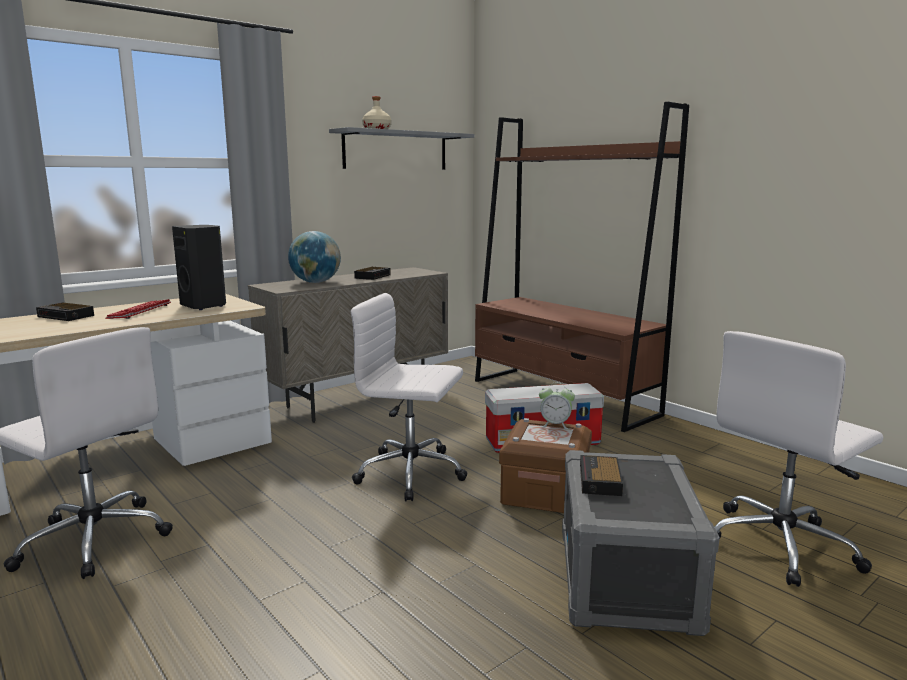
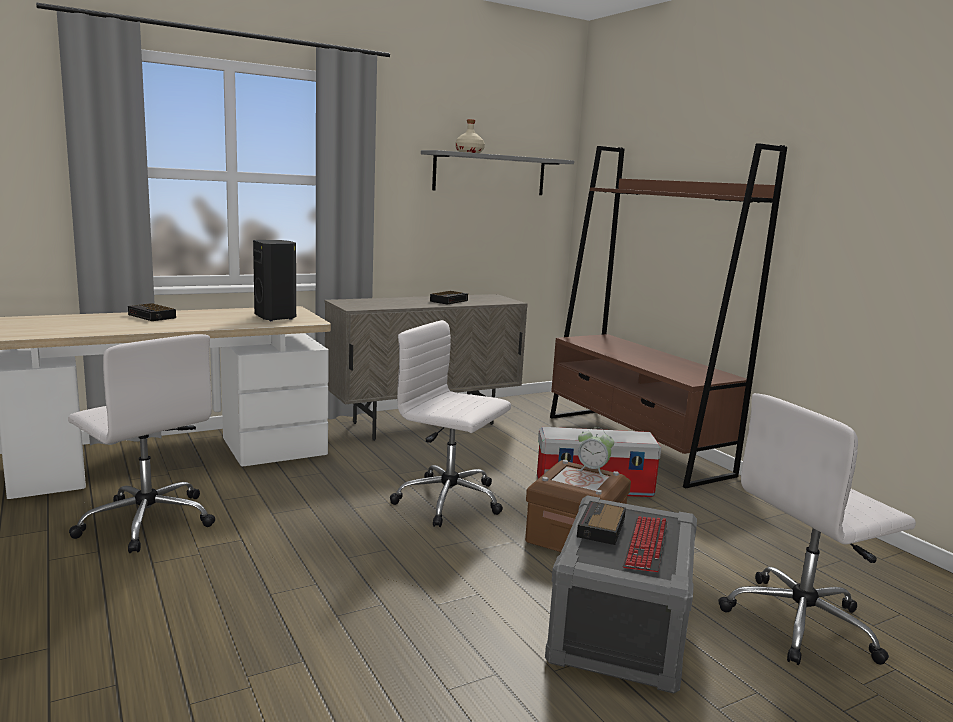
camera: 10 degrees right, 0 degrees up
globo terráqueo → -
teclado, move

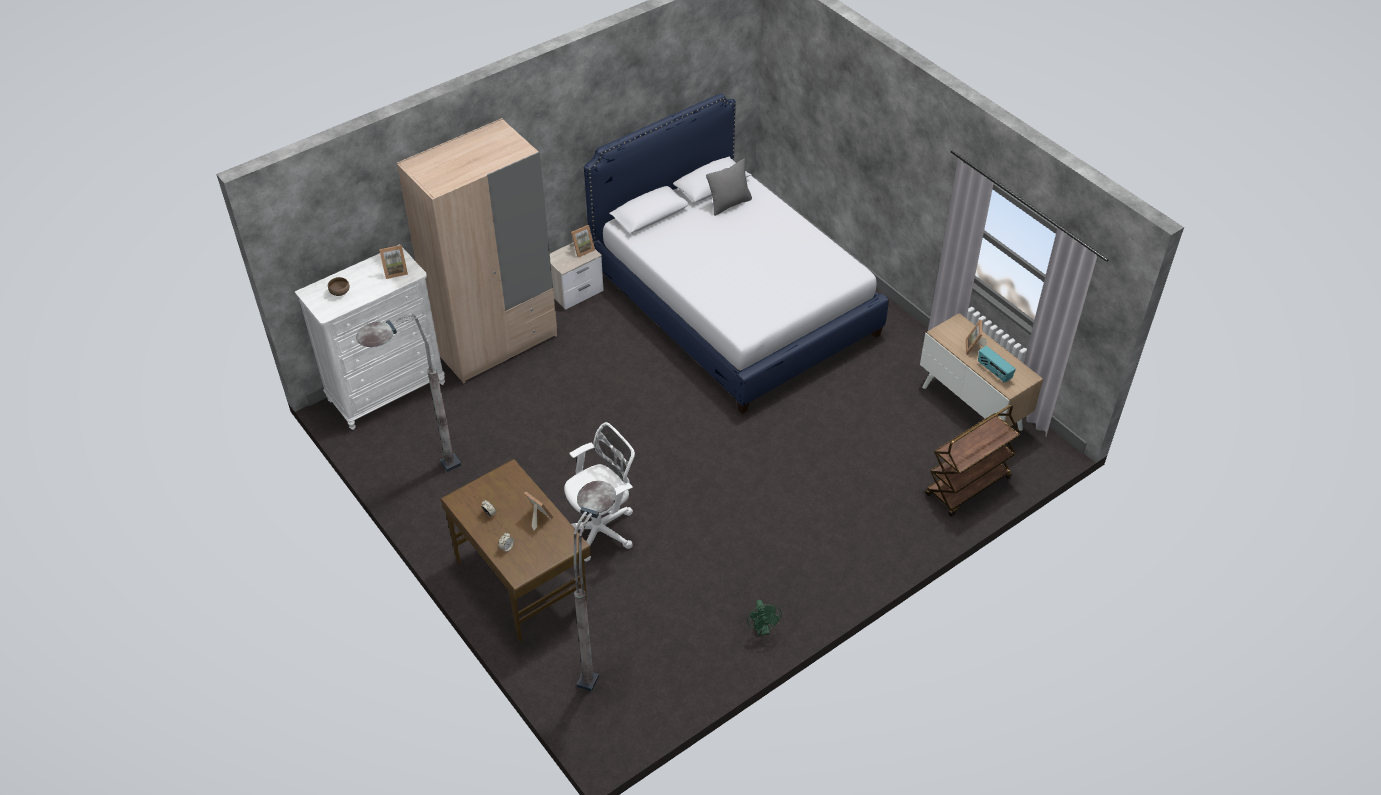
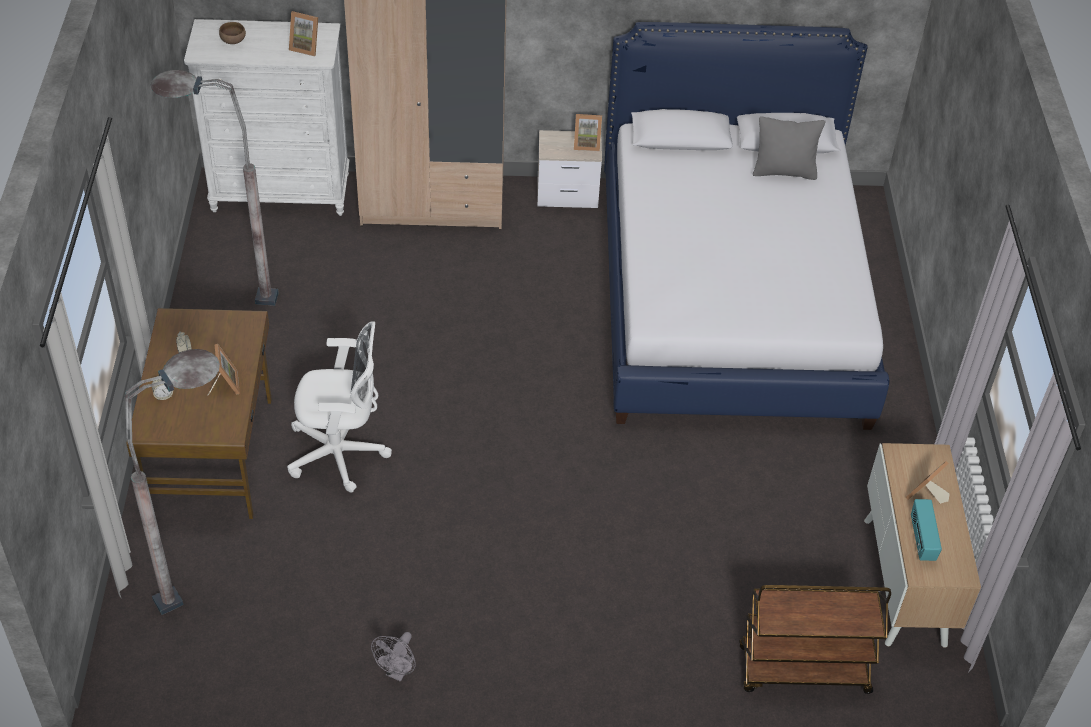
camera: 35 degrees right, 0 degrees up
ventilador [verde] → ventilador [gris]

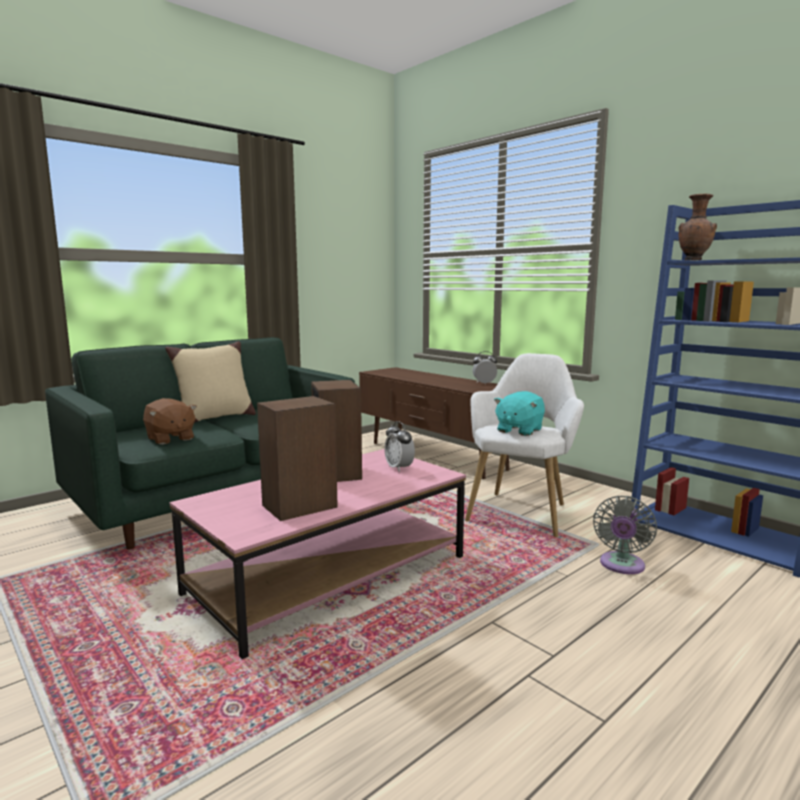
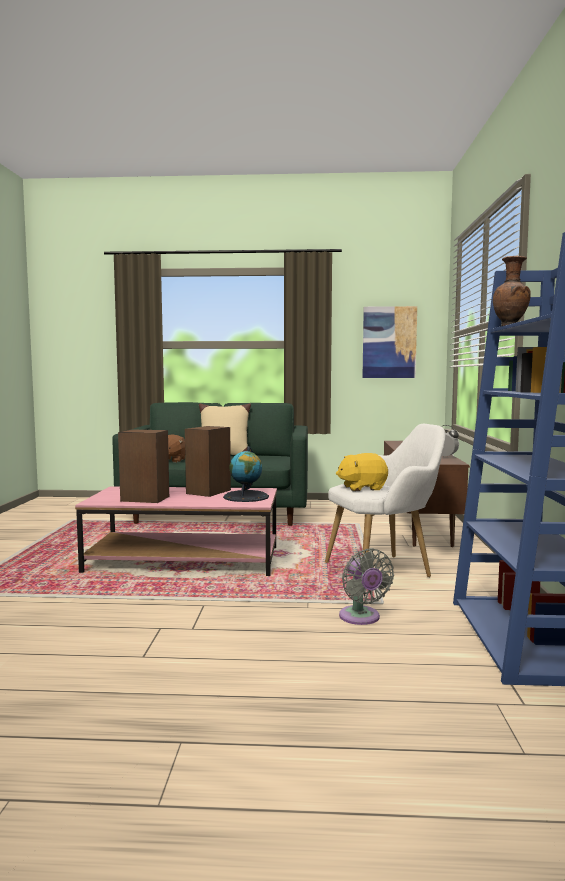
camera: 45 degrees right, 5 degrees down
peluche [turquesa] → peluche [amarillo]
despertador (1st from left) → globo terráqueo
ventilador [gris], 90 degrees counterclockwise
- → cuadro

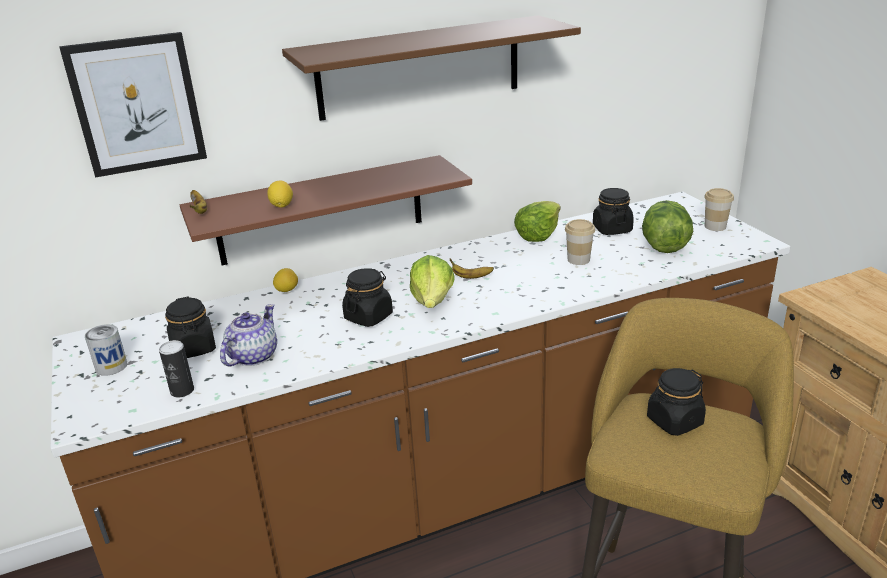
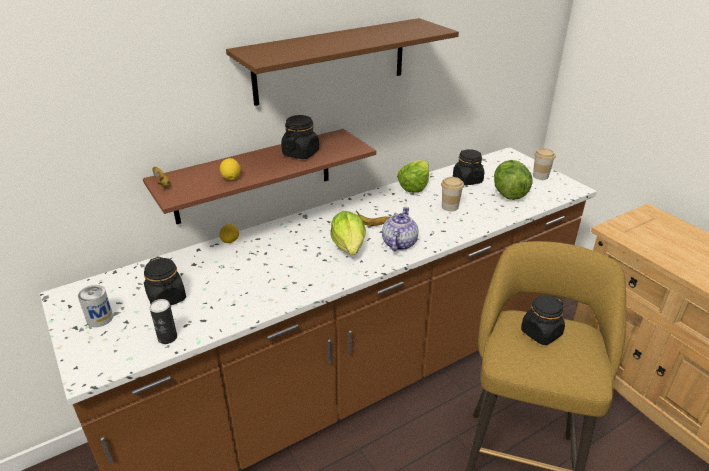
camera: 10 degrees left, 5 degrees up
cuadro → -
tarro [negro] (2nd from left), move
tetera, move

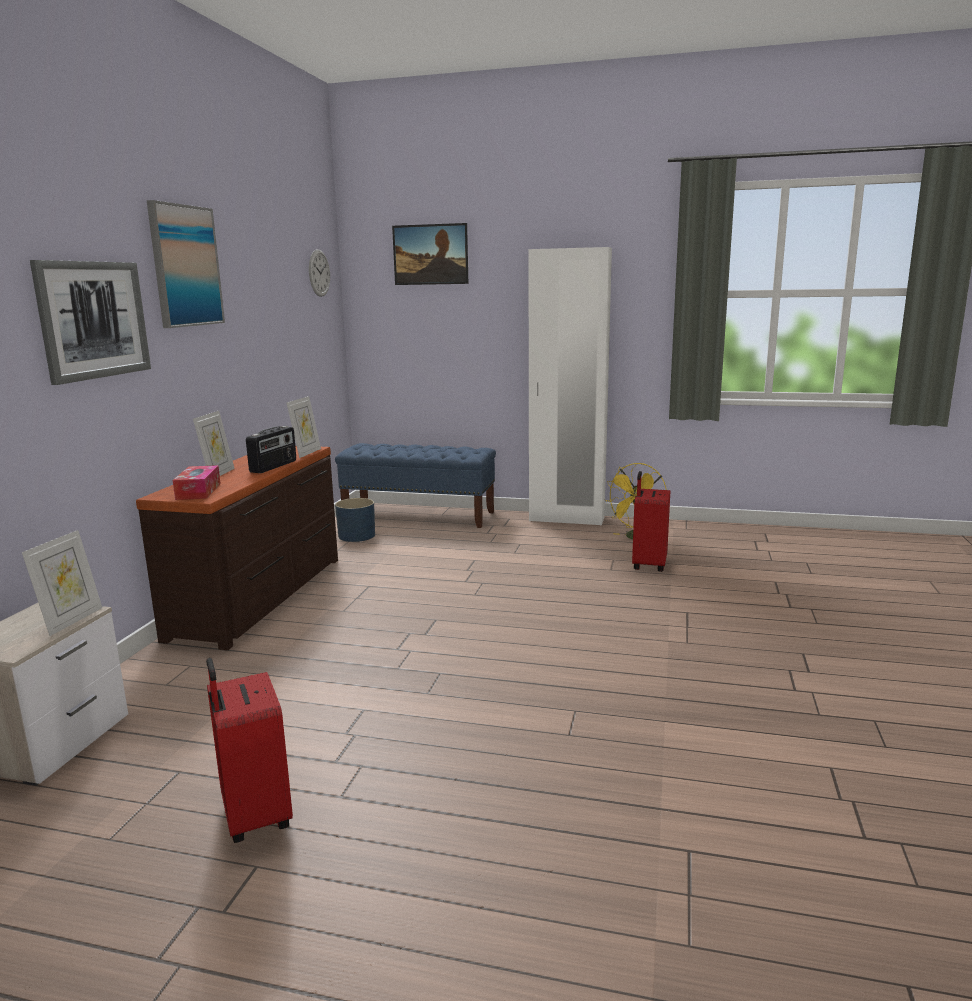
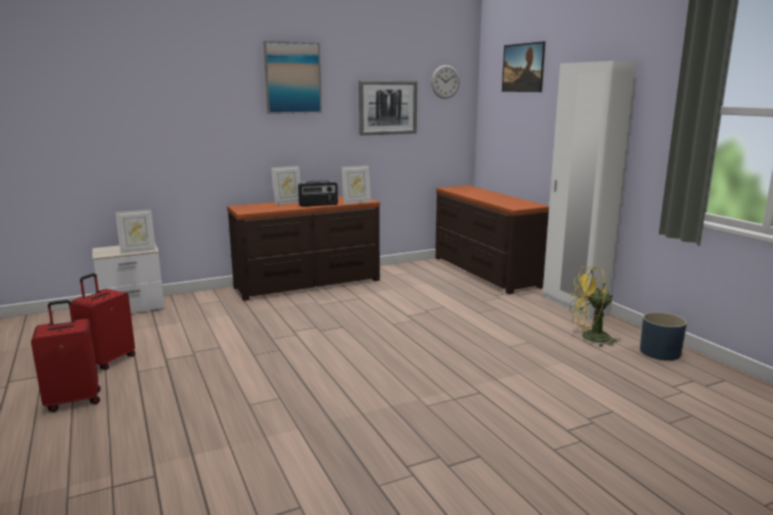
camera: 50 degrees right, 0 degrees up
cuadro (1st from left in the first image) → cuadro (2nd from left), move
banco [azul] → cómoda [marrón] (2nd from left)
caja de pañuelos → -
maleta [rojo] (2nd from left in the first image) → maleta [rojo] (1st from left), move
maceta [azul], move

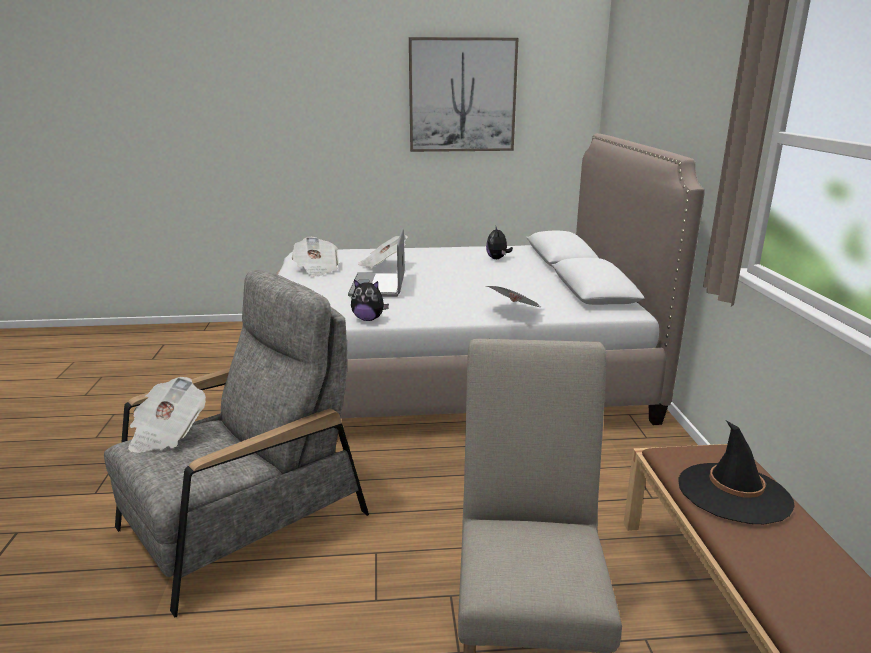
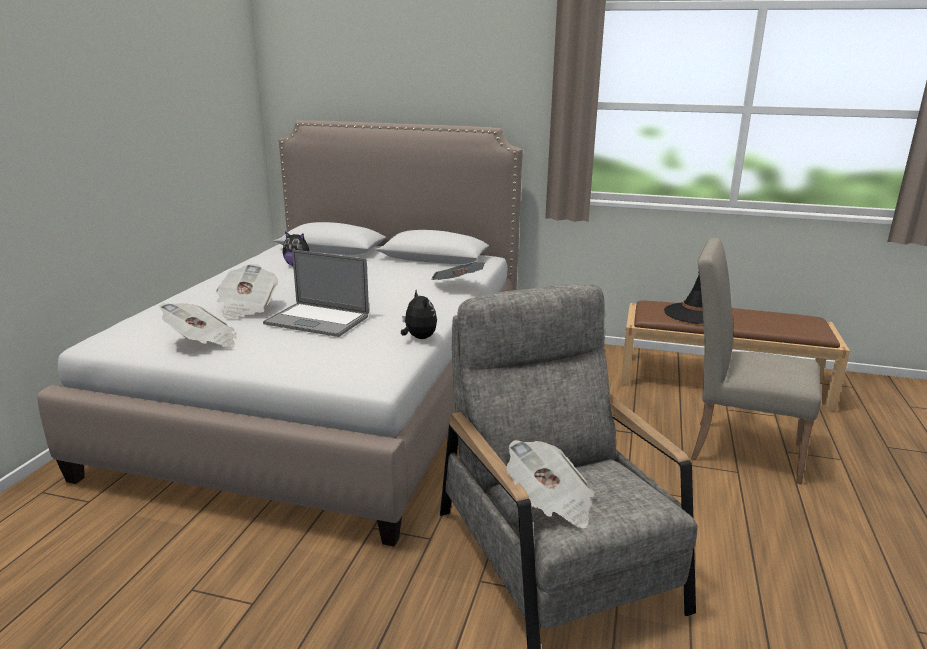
camera: 70 degrees left, 0 degrees up
cuadro → -
peluche (1st from left in the first image) → peluche (2nd from left), 60 degrees counterclockwise

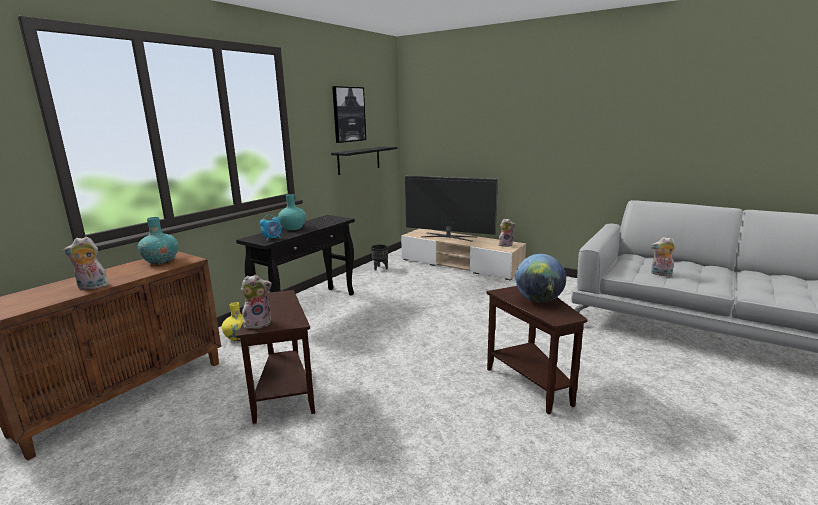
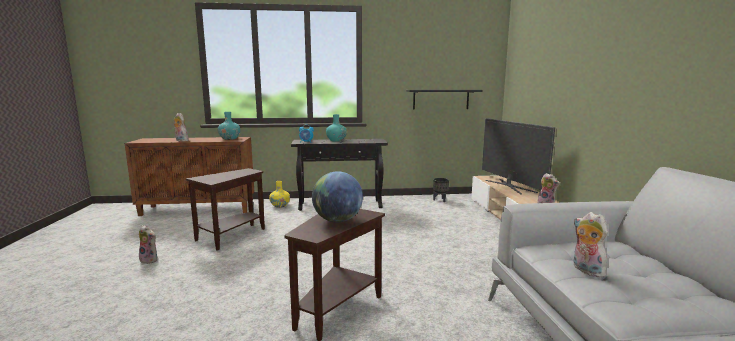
camera: 50 degrees right, 5 degrees down
cuadro → -
peluche (2nd from left in the first image) → peluche (1st from left), move

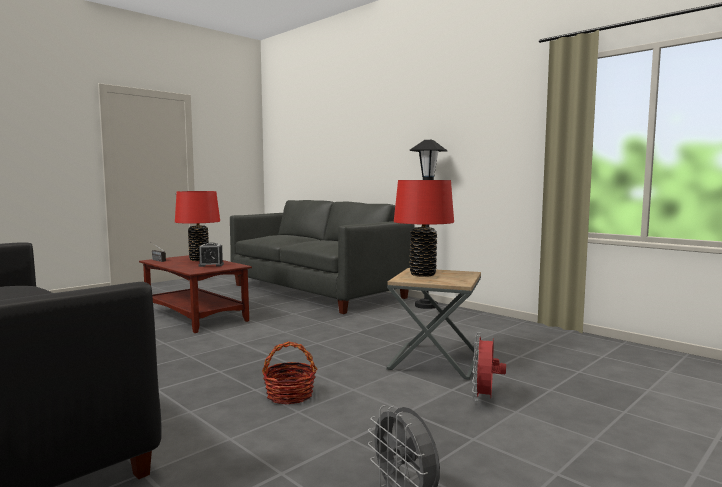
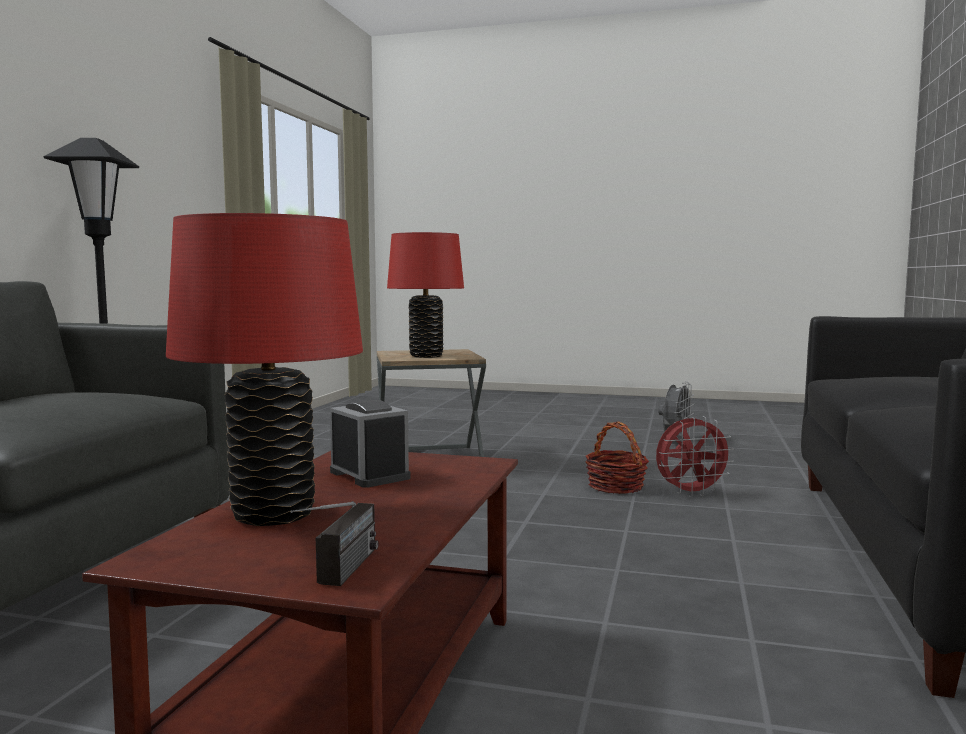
camera: 120 degrees left, 0 degrees up
ventilador [rojo], move

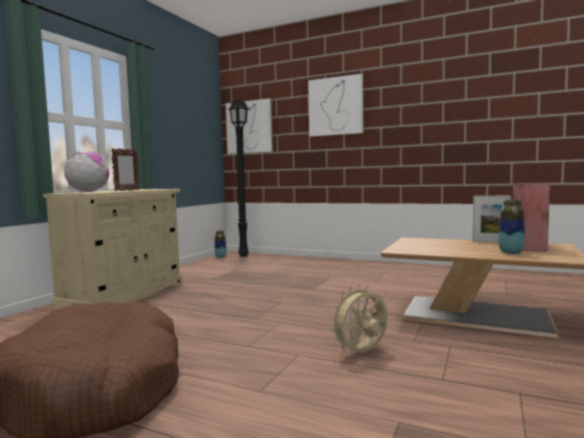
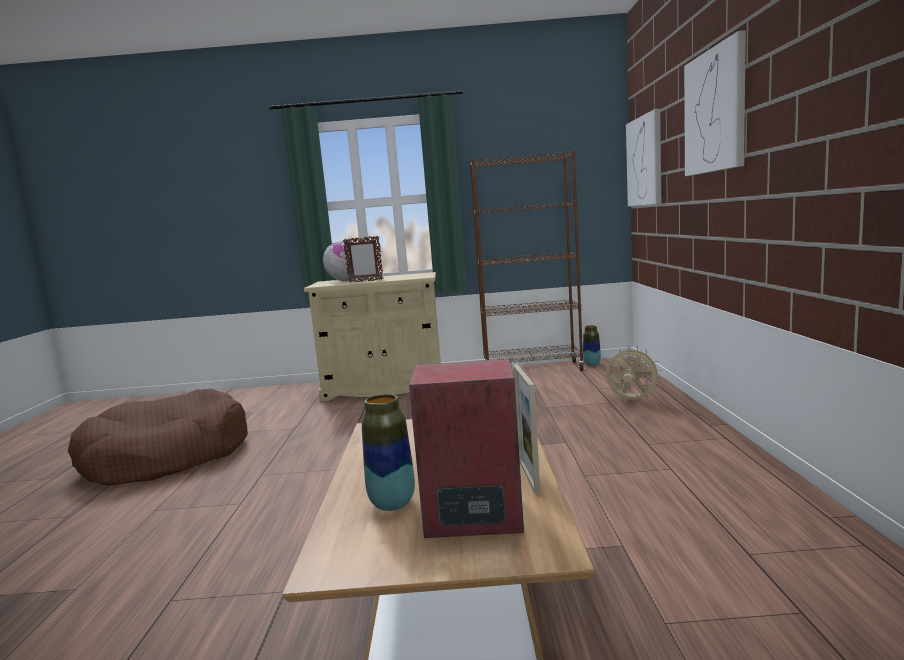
camera: 65 degrees right, 5 degrees up
lámpara de pie [negro] → -
ventilador [beis], move
- → estantería [marrón]

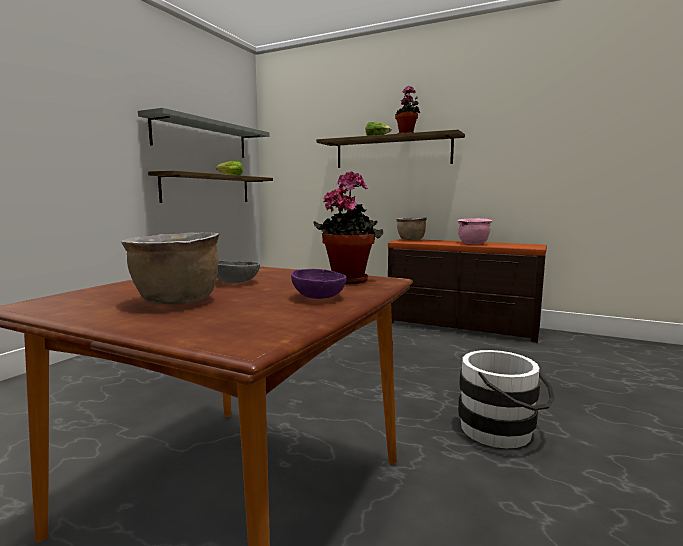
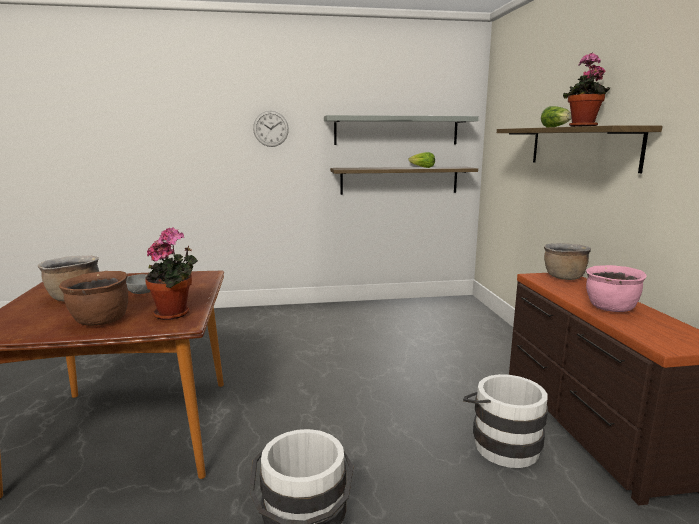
camera: 55 degrees right, 5 degrees up
cuenco [morado] → olla [marrón] (2nd from left)
- → reloj de pared
- → cubo [blanco] (2nd from left)

